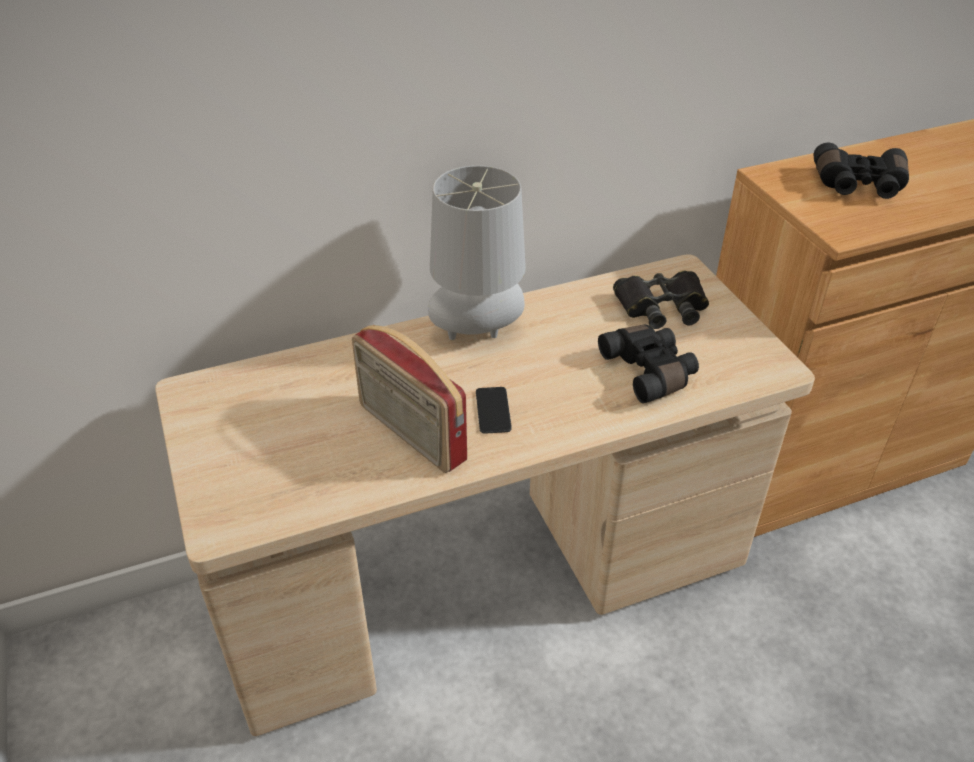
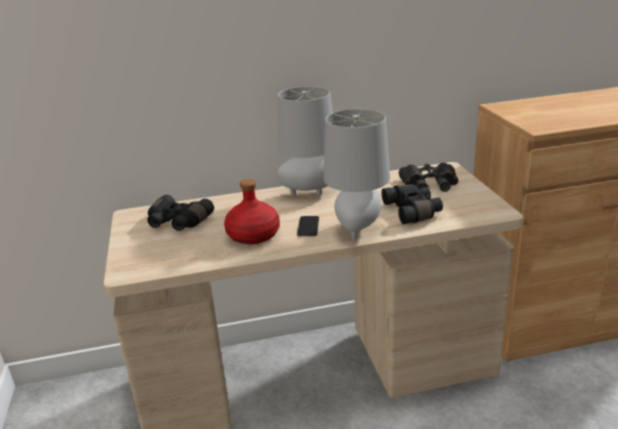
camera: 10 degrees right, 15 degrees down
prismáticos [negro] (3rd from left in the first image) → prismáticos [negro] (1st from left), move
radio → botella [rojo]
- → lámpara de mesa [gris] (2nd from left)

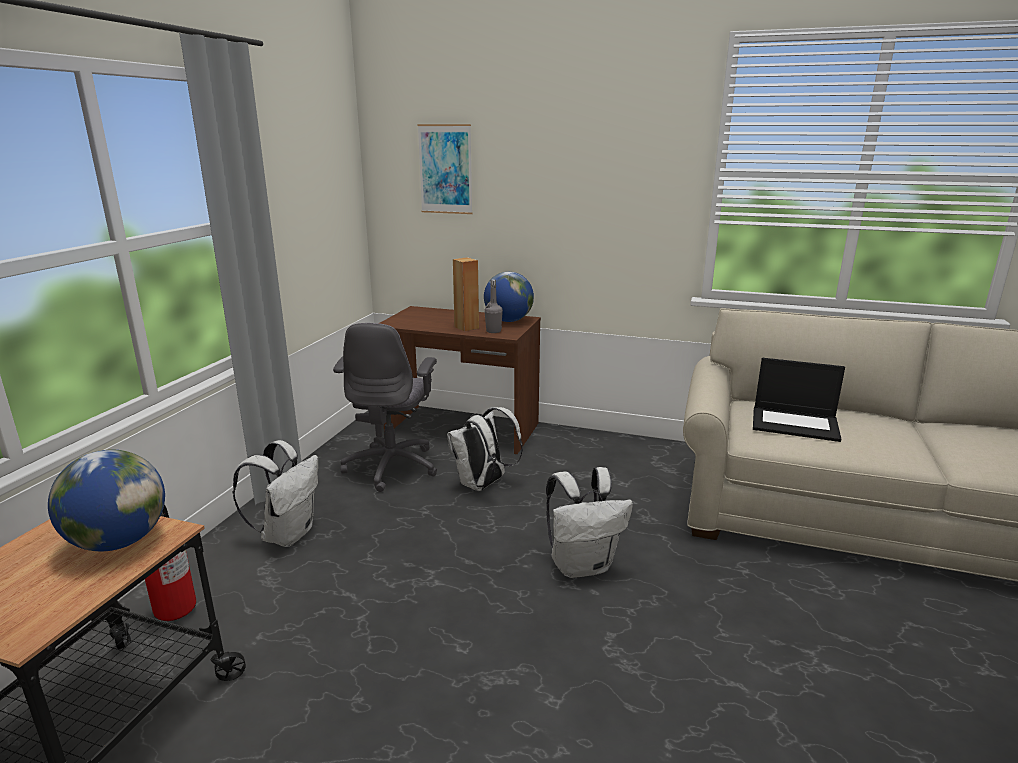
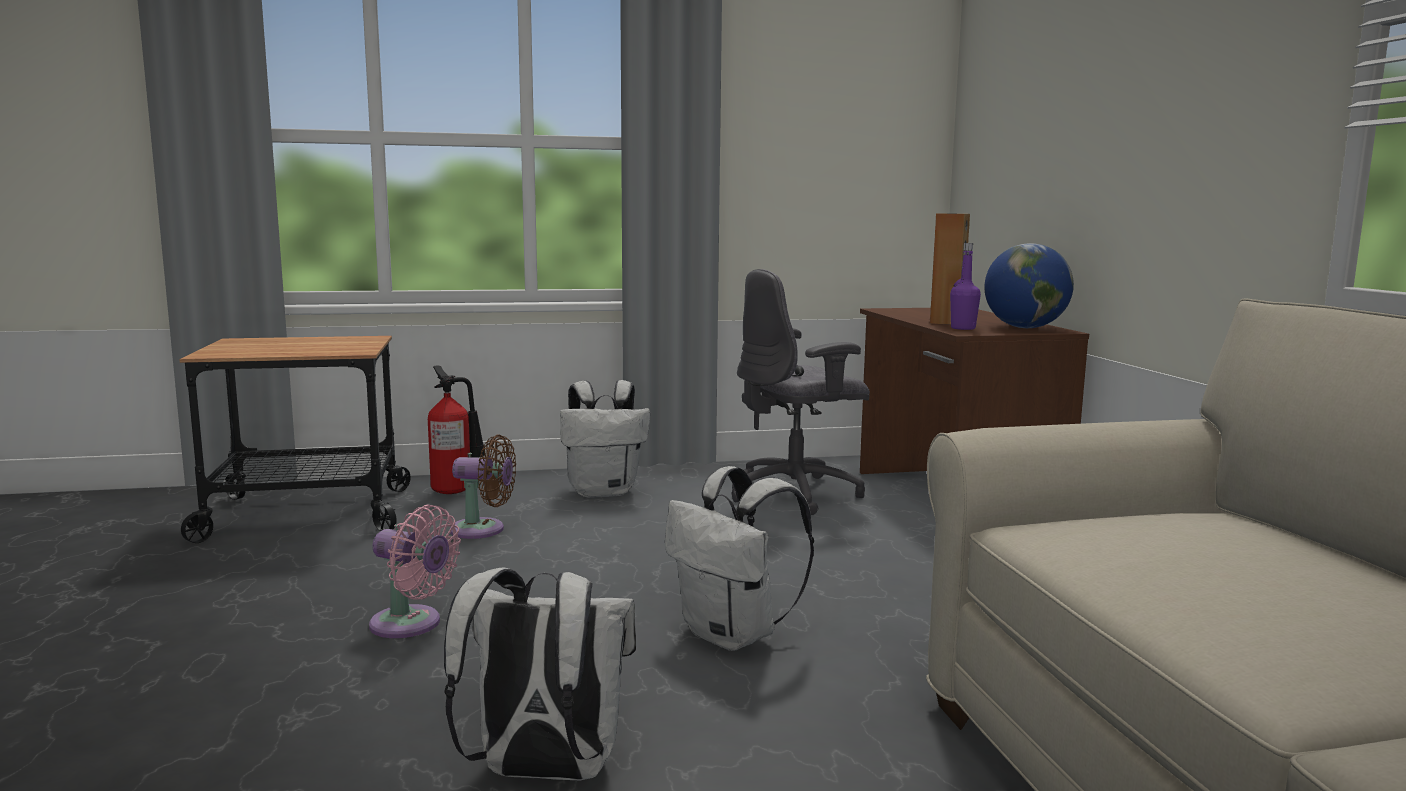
camera: 60 degrees right, 10 degrees down
cuadro → -
botella [gris] → botella [morado]
portátil → -
mochila [blanco] (2nd from left in the first image) → mochila [blanco] (1st from left), move
globo terráqueo (1st from left) → -
- → ventilador [marrón]
- → ventilador [rosa]

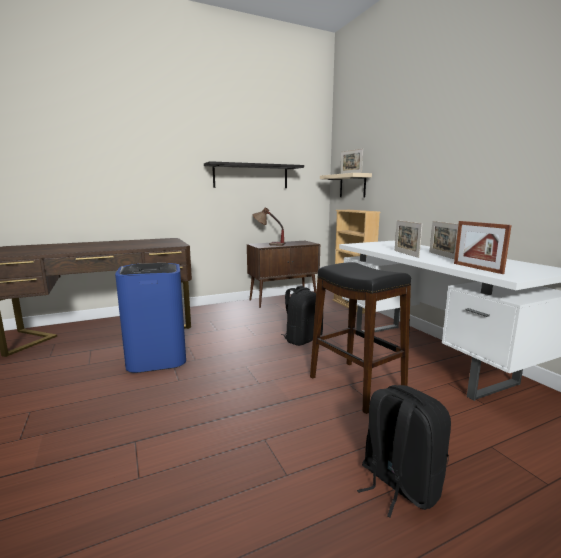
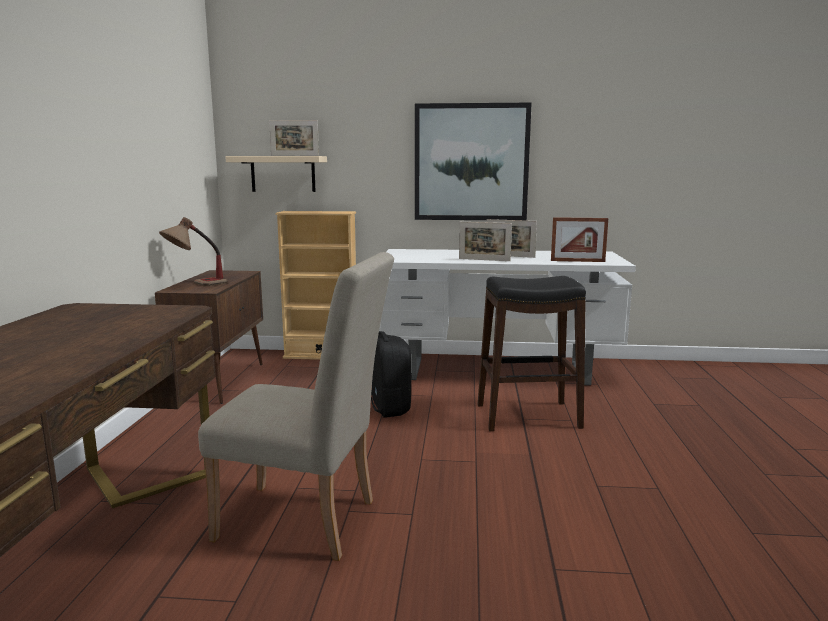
camera: 60 degrees left, 0 degrees up
estante [negro] → -
papelera [azul] → silla [beis]
mochila [negro] (2nd from left) → -
- → cuadro

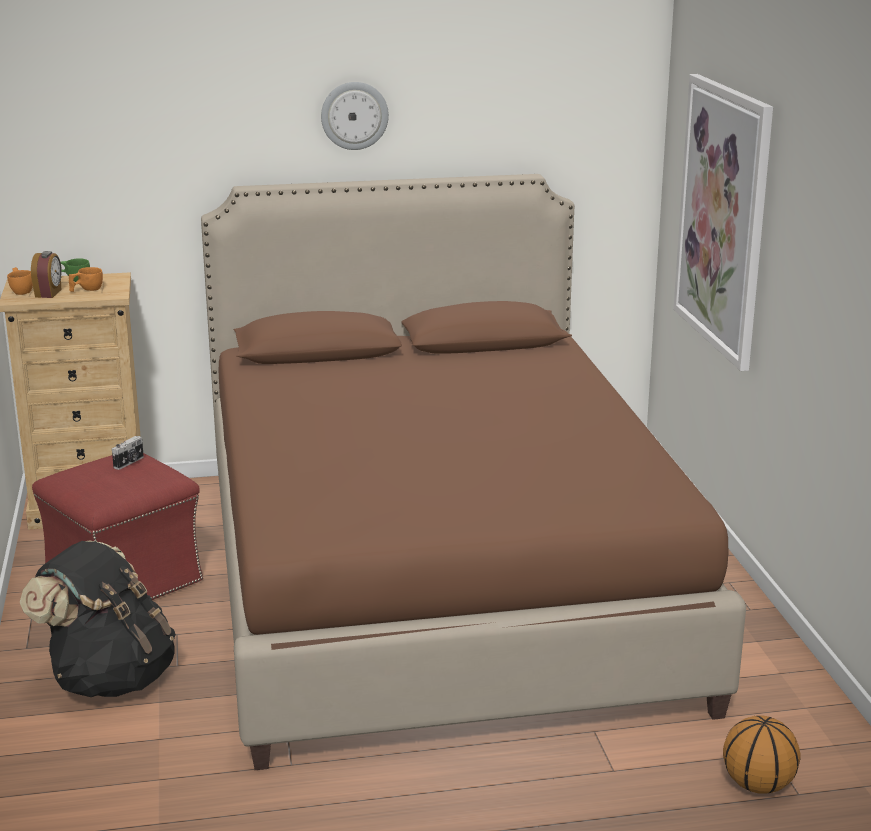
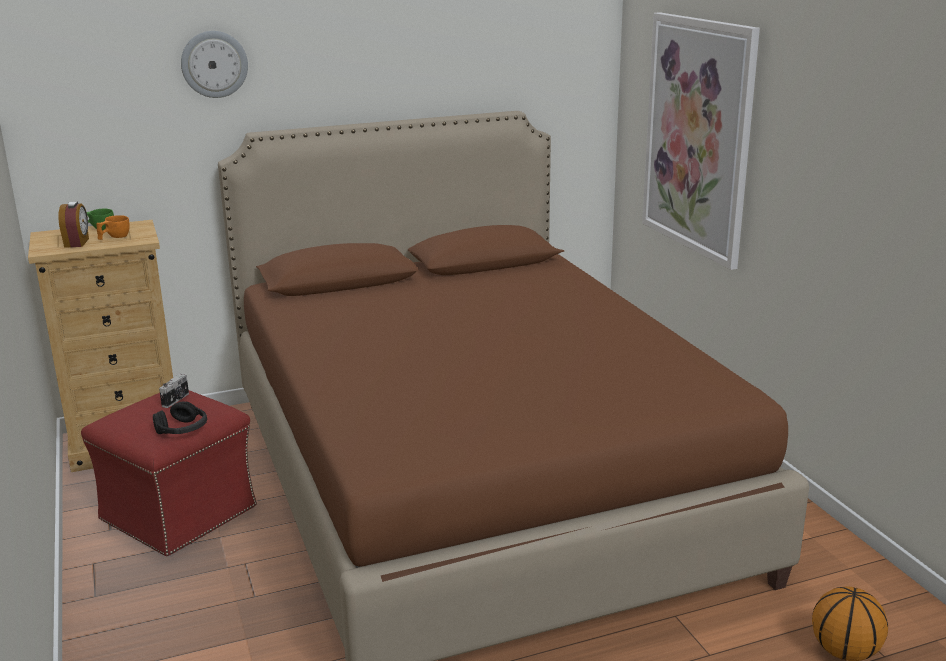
camera: 10 degrees left, 0 degrees up
reloj de pared, move
taza [naranja] (1st from left) → -
mochila [negro] → -
- → auriculares [negro]

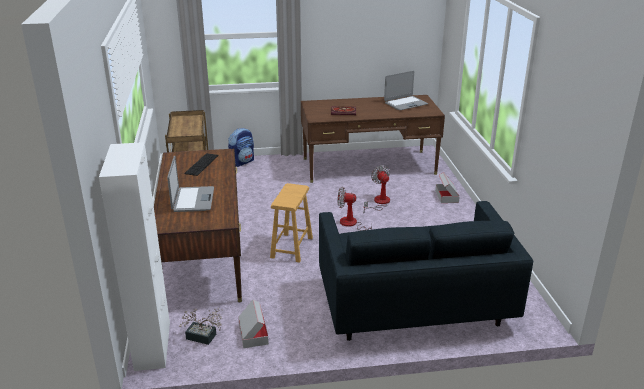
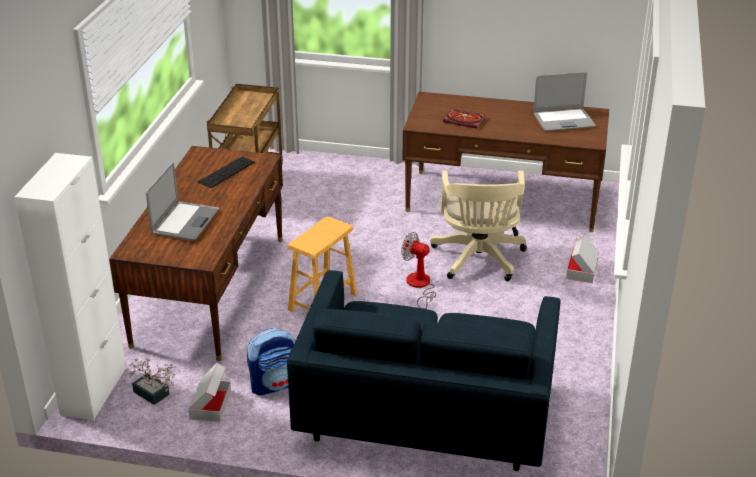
camera: 20 degrees right, 5 degrees up
mochila, move
ventilador (2nd from left) → silla de oficina [beis]

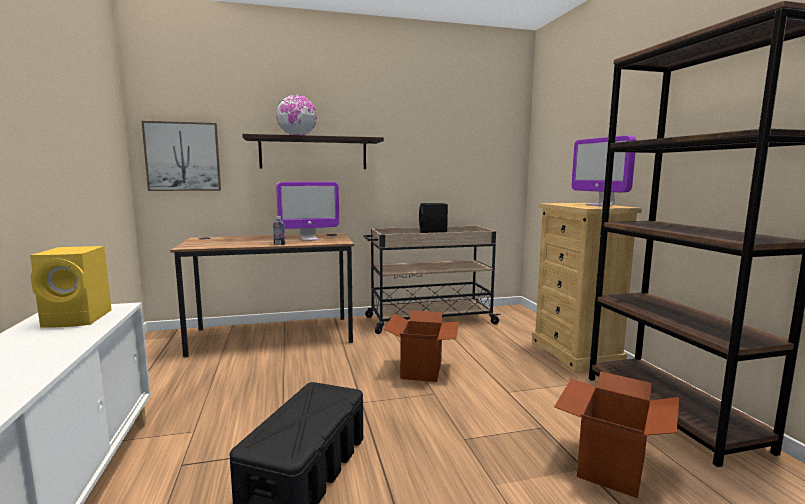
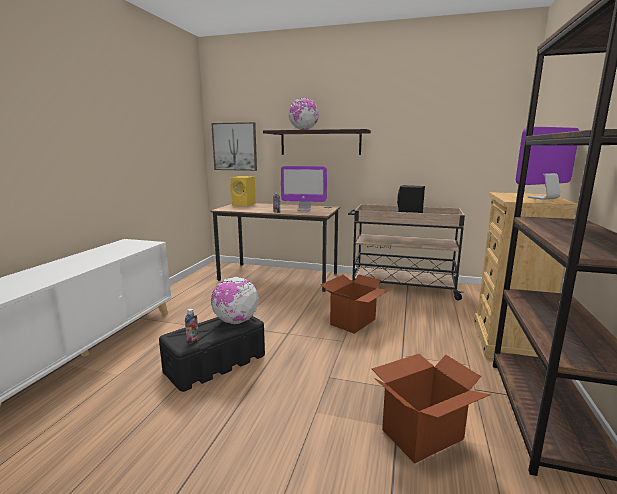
camera: 30 degrees right, 5 degrees up
monitor (2nd from left), 60 degrees clockwise
altavoz [amarillo], move
- → globo terráqueo (1st from left)
- → botella (1st from left)

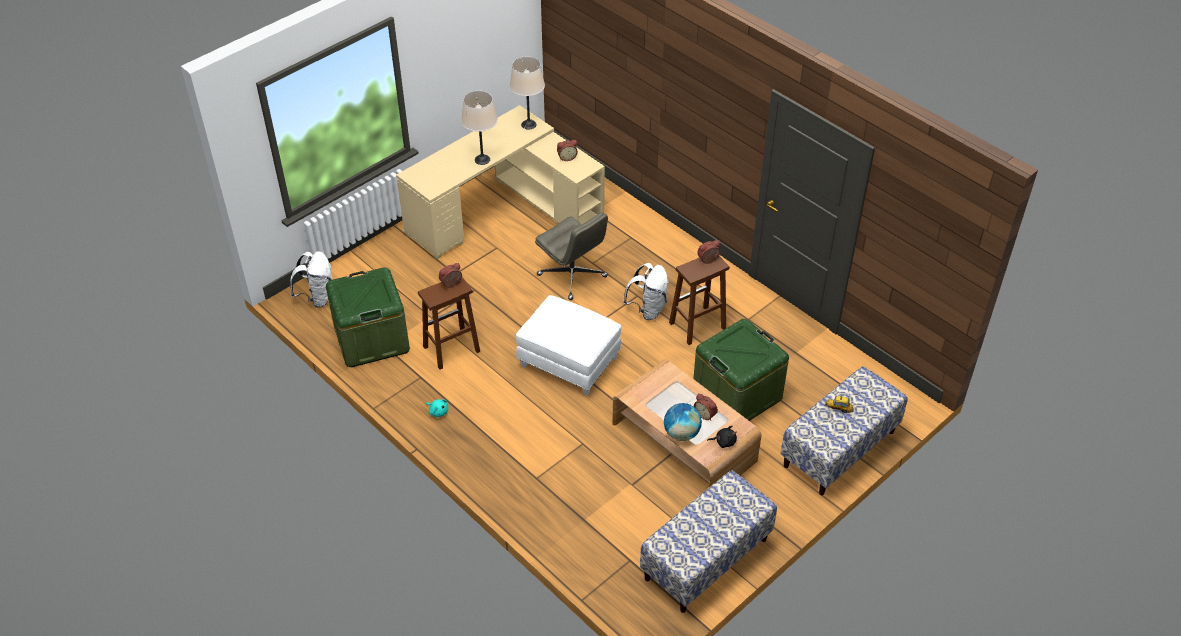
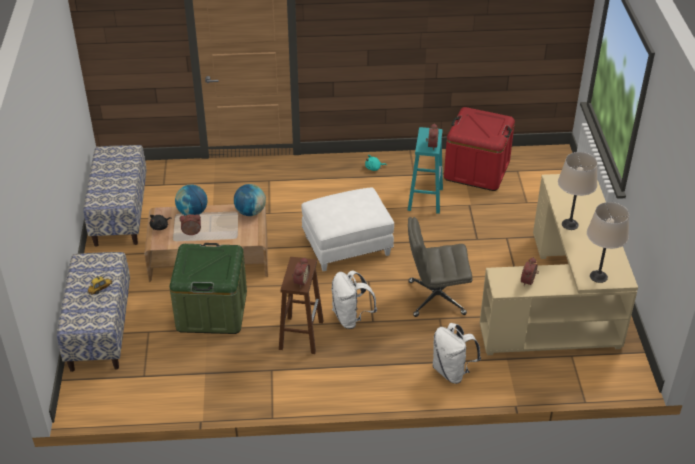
camera: 130 degrees right, 5 degrees down
mochila [blanco] (1st from left in the first image) → mochila [blanco] (2nd from left), move
caja de almacenaje [verde] (1st from left) → caja de almacenaje [rojo]
taburete [marrón] (1st from left) → taburete [turquesa]
- → globo terráqueo (2nd from left)

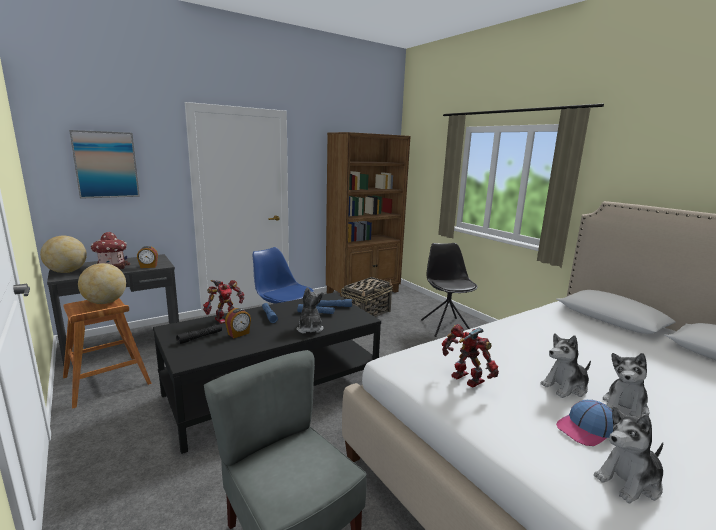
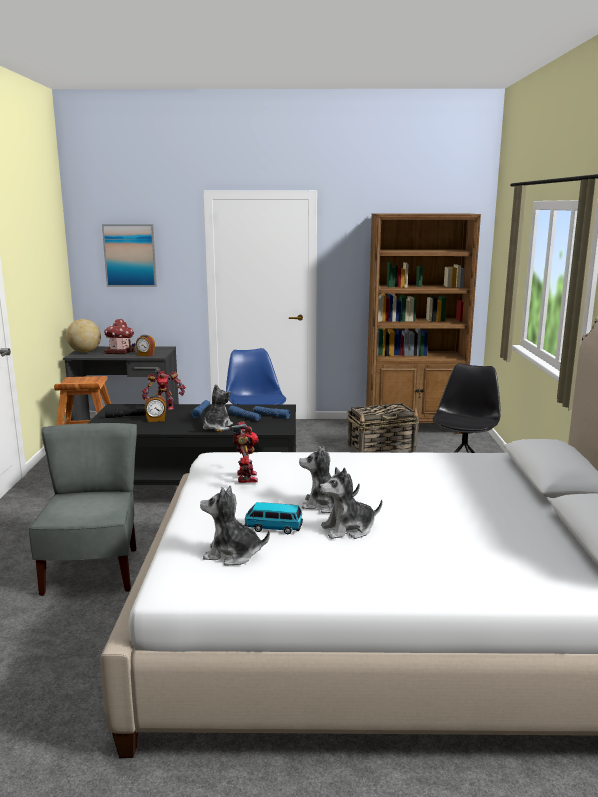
camera: 35 degrees right, 0 degrees up
globo terráqueo (2nd from left) → -
gorra → coche de juguete

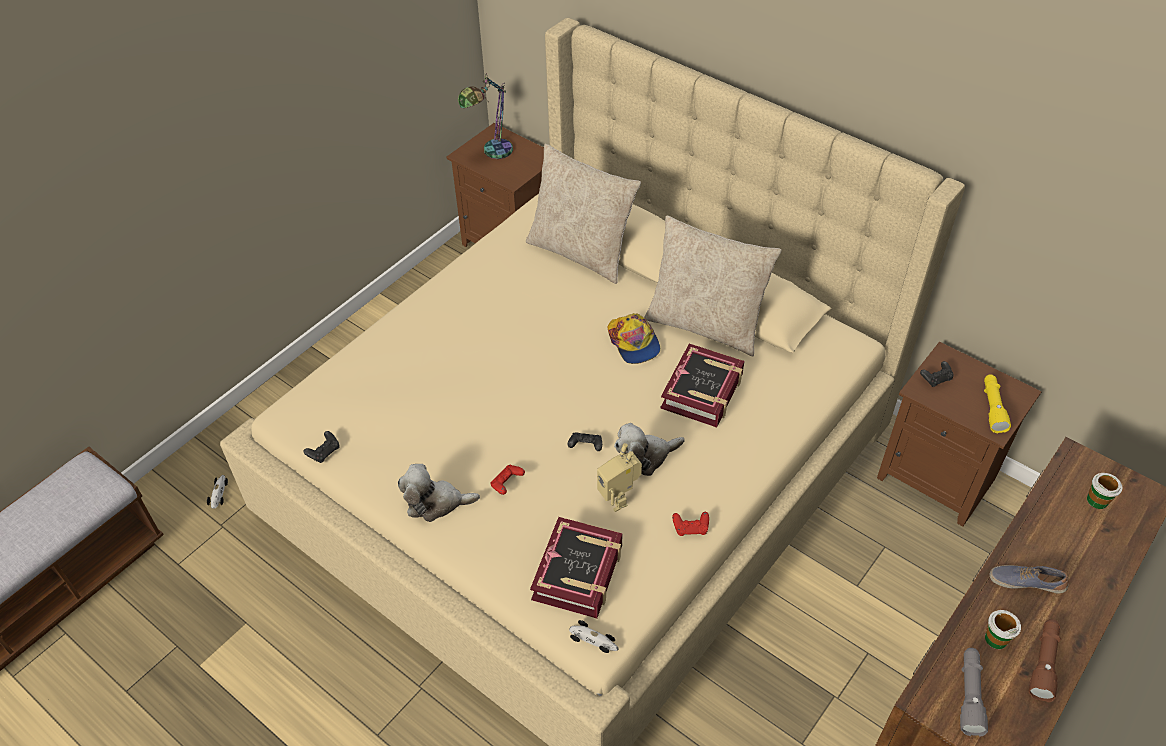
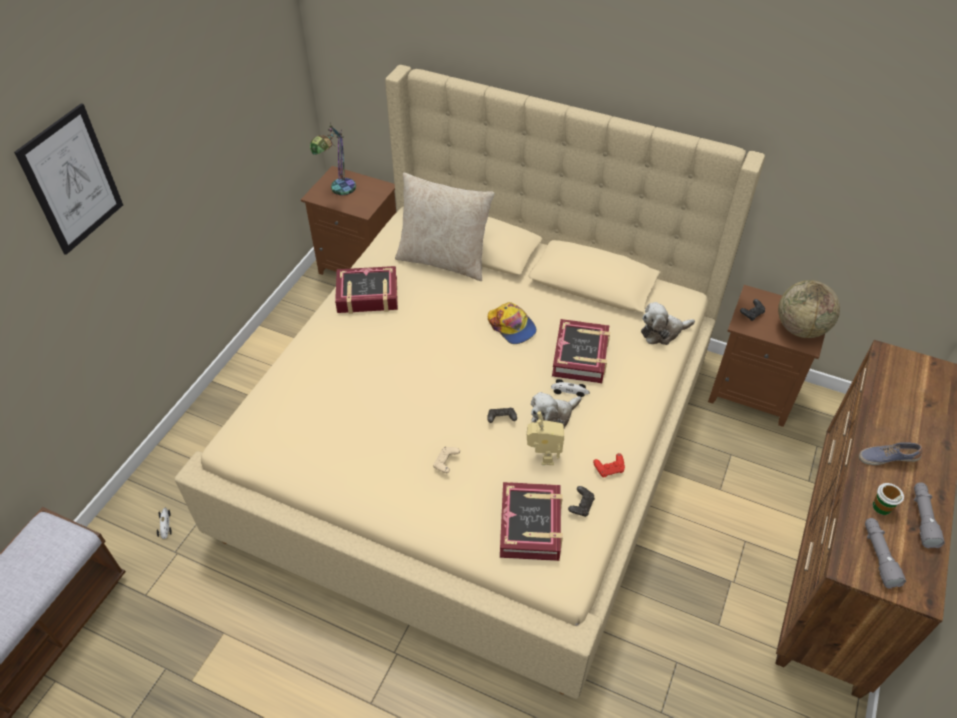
camera: 15 degrees left, 0 degrees up
cojín [beis] (2nd from left) → -
linterna [amarillo] → globo terráqueo
mando de consola [negro] (1st from left in the first image) → mando de consola [negro] (2nd from left), move
robot de juguete, 135 degrees counterclockwise
peluche (1st from left in the first image) → peluche (2nd from left), move
mando de consola [rojo] (1st from left) → mando de consola [beis]
taza (2nd from left) → -
linterna [marrón] → linterna [gris] (2nd from left)
coche de juguete (2nd from left), move
- → cuadro
- → libro (1st from left)

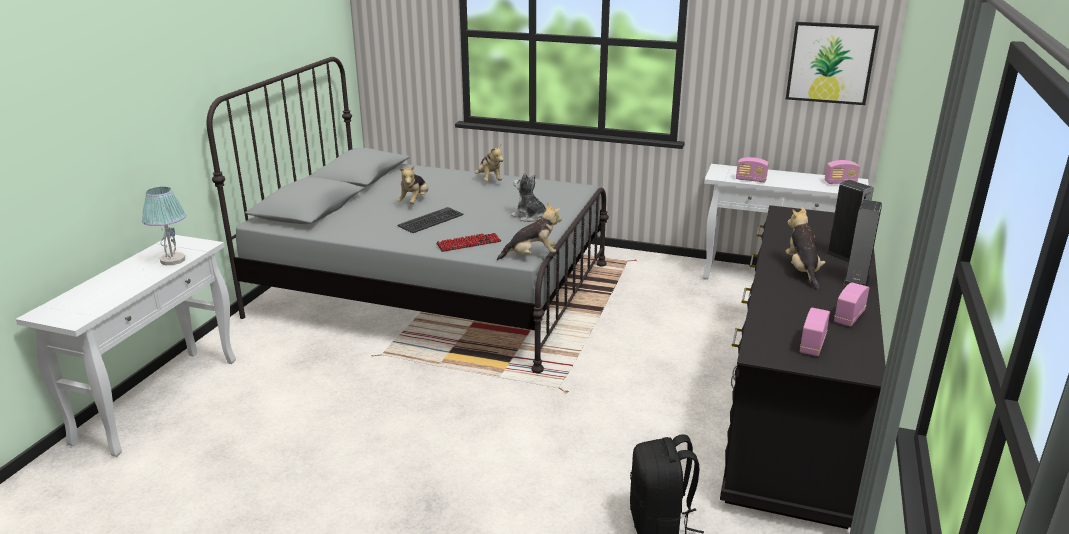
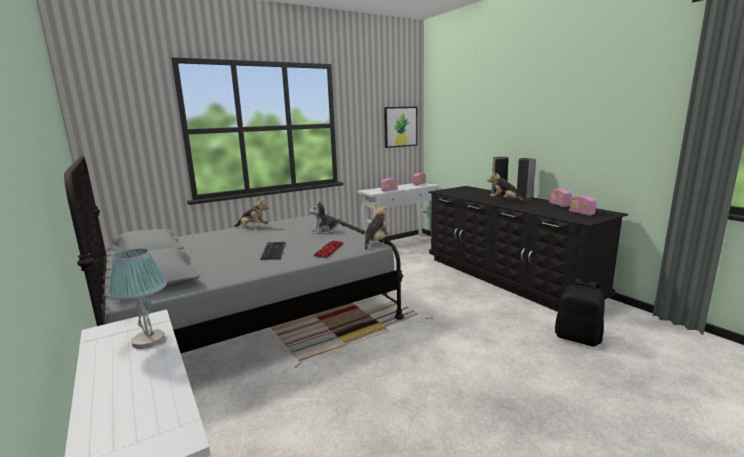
camera: 50 degrees left, 10 degrees down
peluche (1st from left) → -

